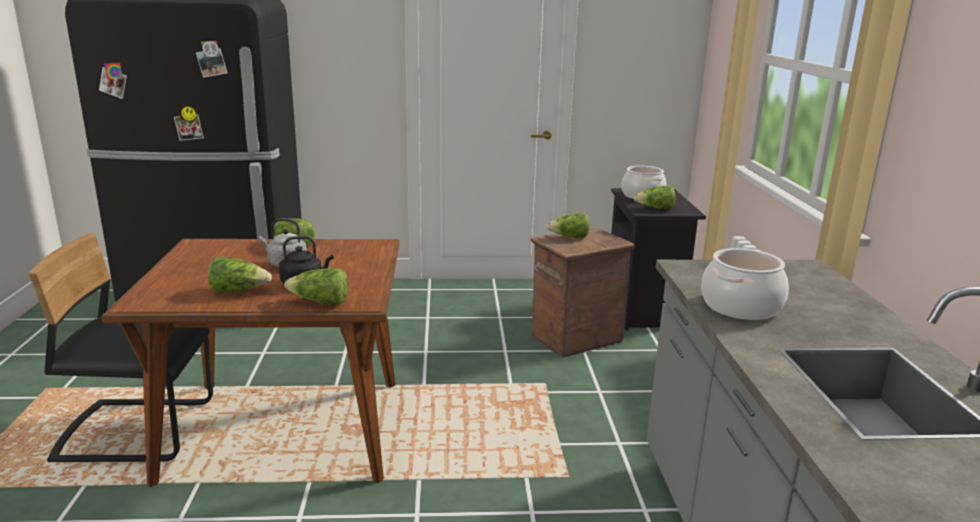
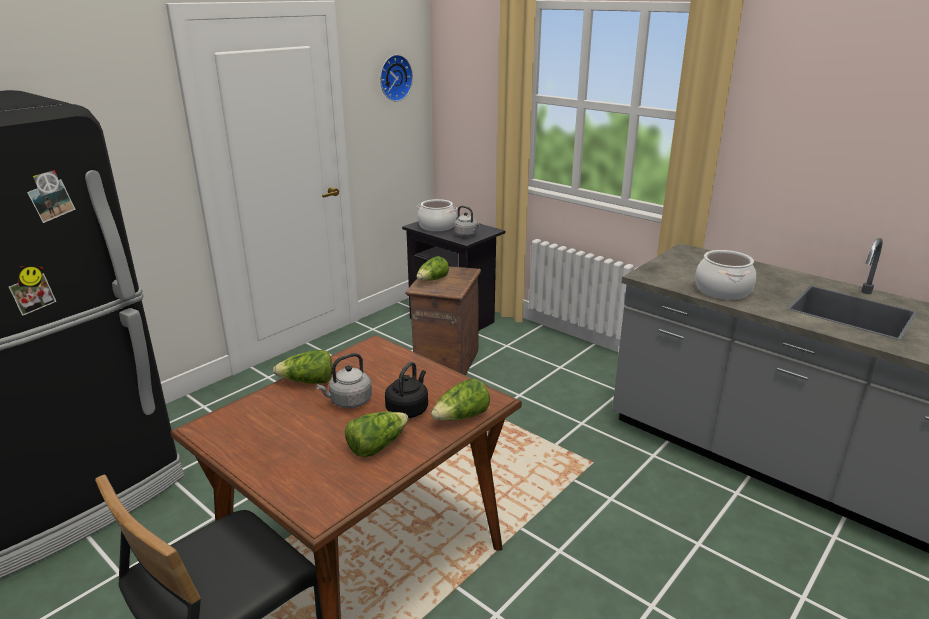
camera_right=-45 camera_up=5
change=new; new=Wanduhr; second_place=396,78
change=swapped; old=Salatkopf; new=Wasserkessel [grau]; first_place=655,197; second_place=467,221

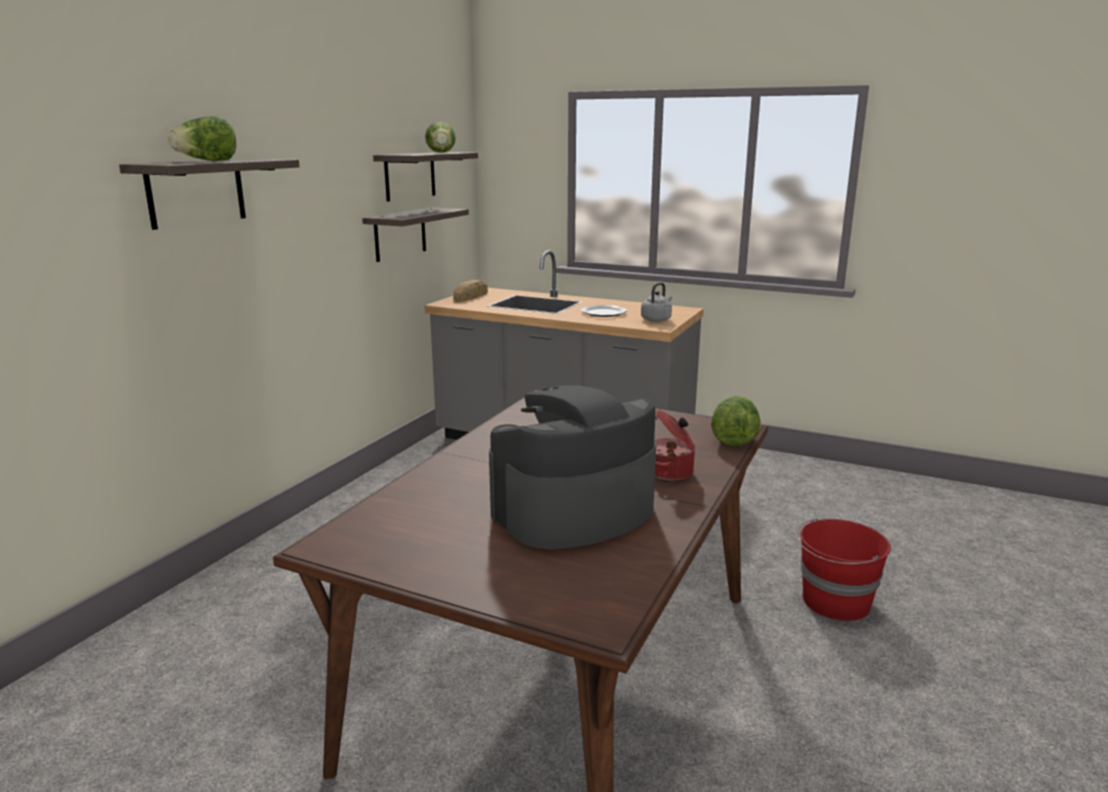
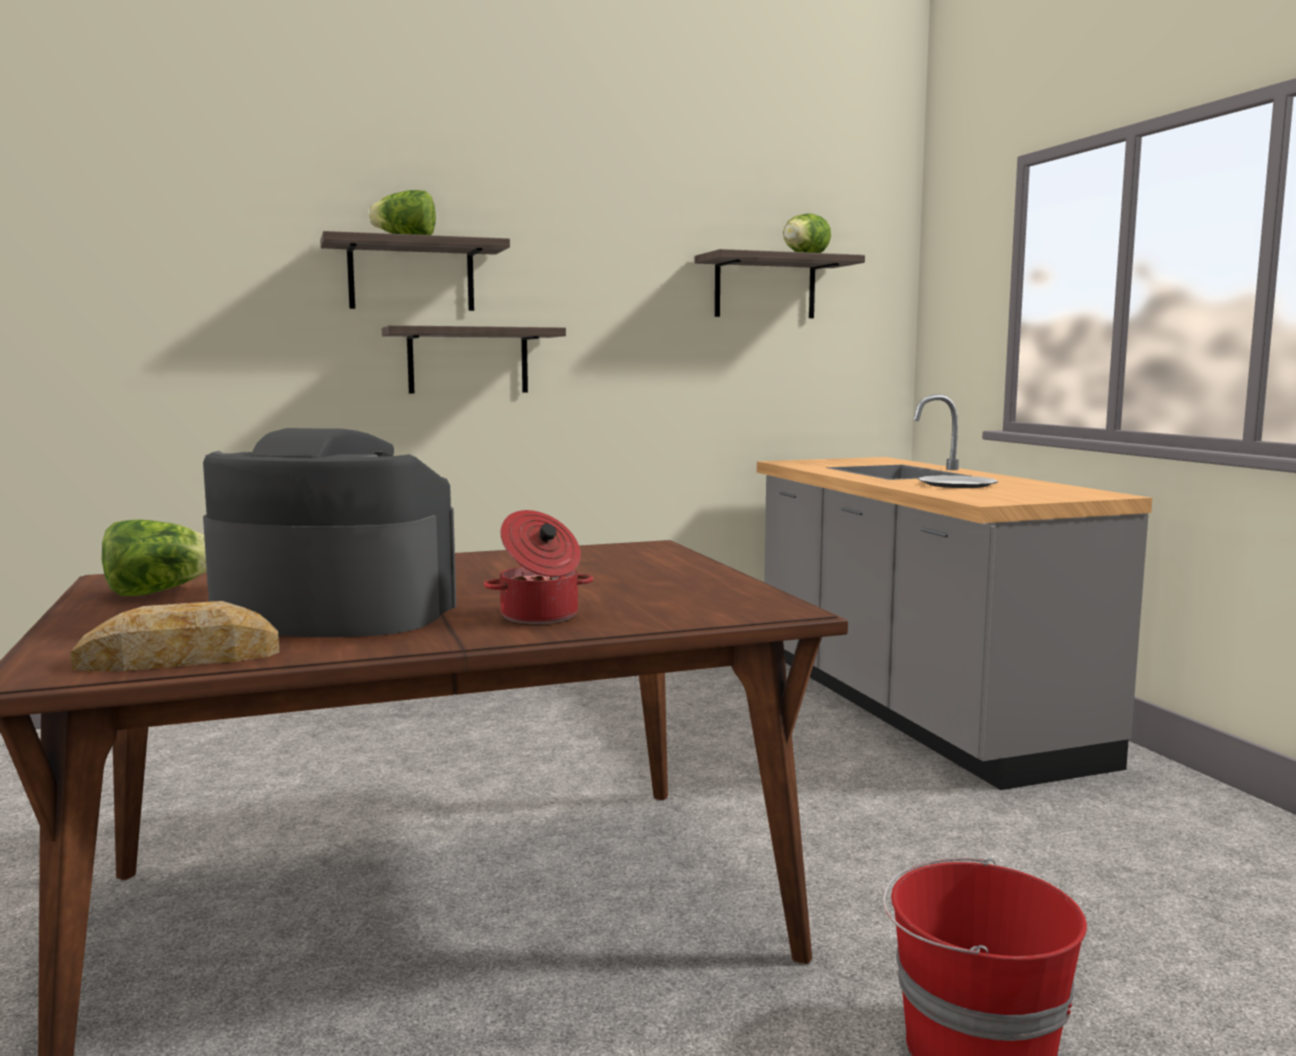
camera_right=45 camera_up=-10
change=shifted; old=Brot; first_place=470,291; second_place=174,636
change=shifted; old=Salatkopf; first_place=736,421; second_place=154,557
change=shifted; old=Wandregal; first_place=415,234; second_place=474,359
change=gone; old=Wasserkessel [grau]; first_place=656,302

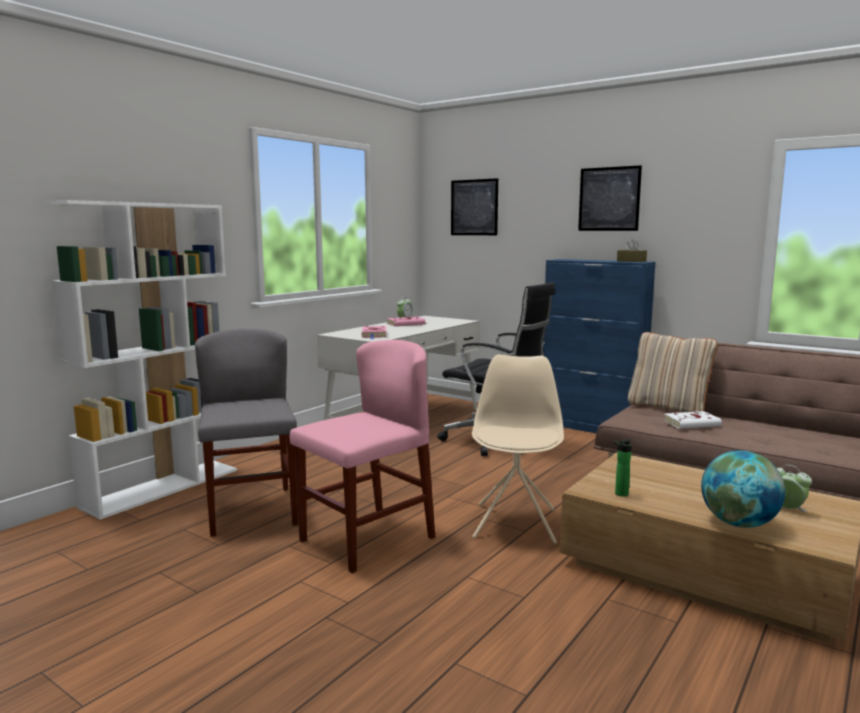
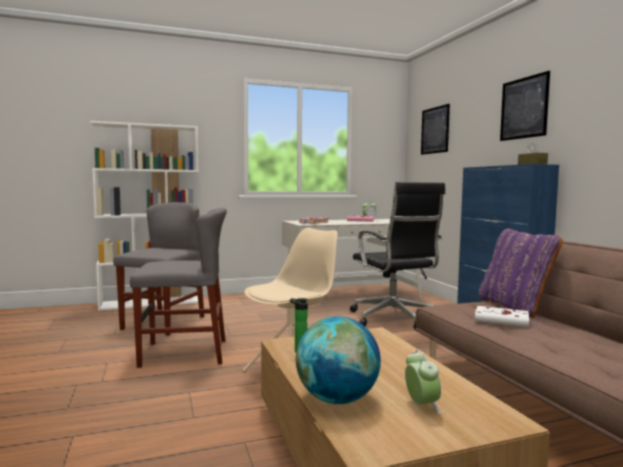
camera_right=35 camera_up=-5
change=repainted; old=Stuhl [rosa]; new=Stuhl [grau]; first_place=362,456; second_place=178,288
change=repainted; old=Kissen [beige]; new=Kissen [lila]; first_place=673,372; second_place=521,273

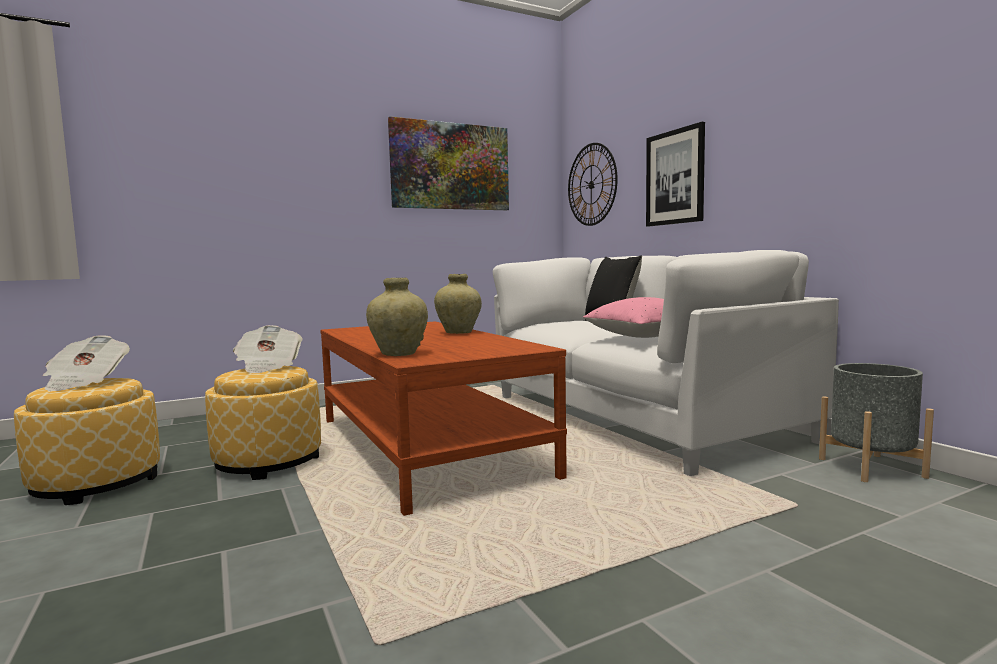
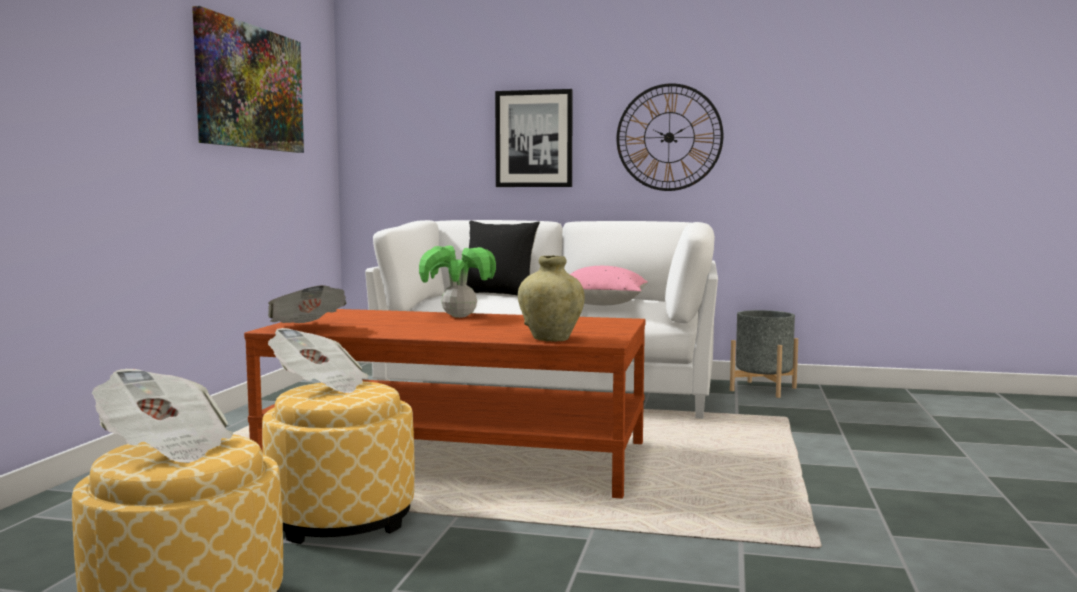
camera_right=-50 camera_up=0
change=new; new=Zeitung; second_place=307,304
change=swapped; old=Vase [beige]; new=Topfpflanze; first_place=458,304; second_place=457,281
change=shifted; old=Wanduhr; first_place=592,184; second_place=669,137

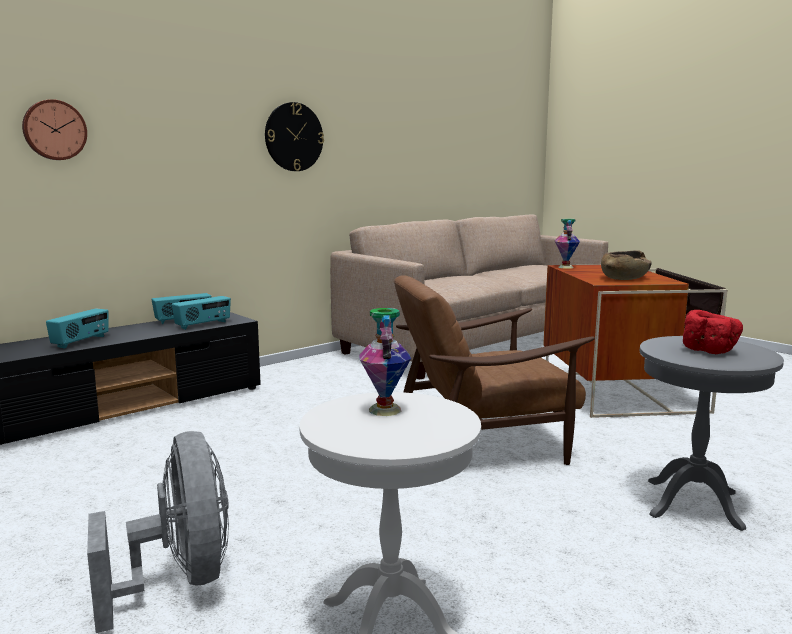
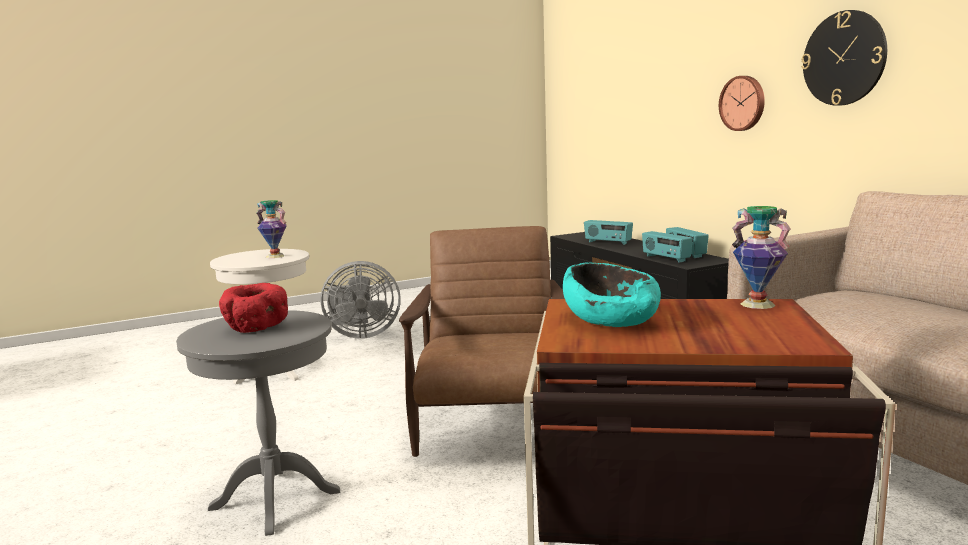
camera_right=105 camera_up=0
change=repainted; old=Schüssel [braun]; new=Schüssel [türkis]; first_place=626,265; second_place=612,294
change=shifted; old=Wanduhr; first_place=54,129; second_place=742,103

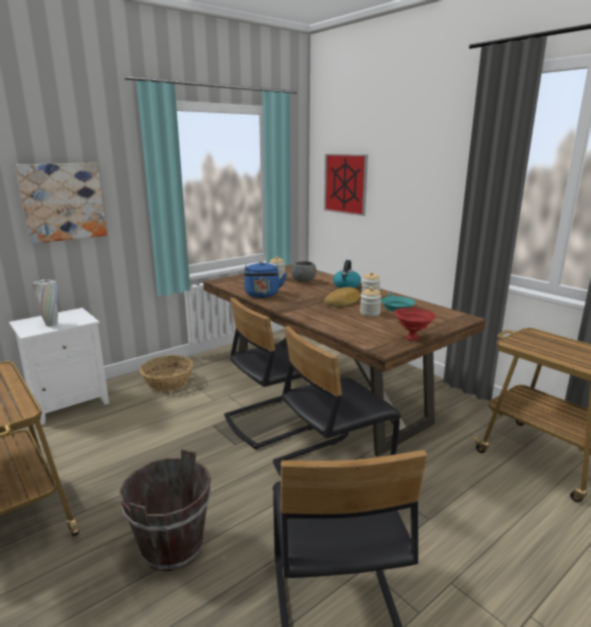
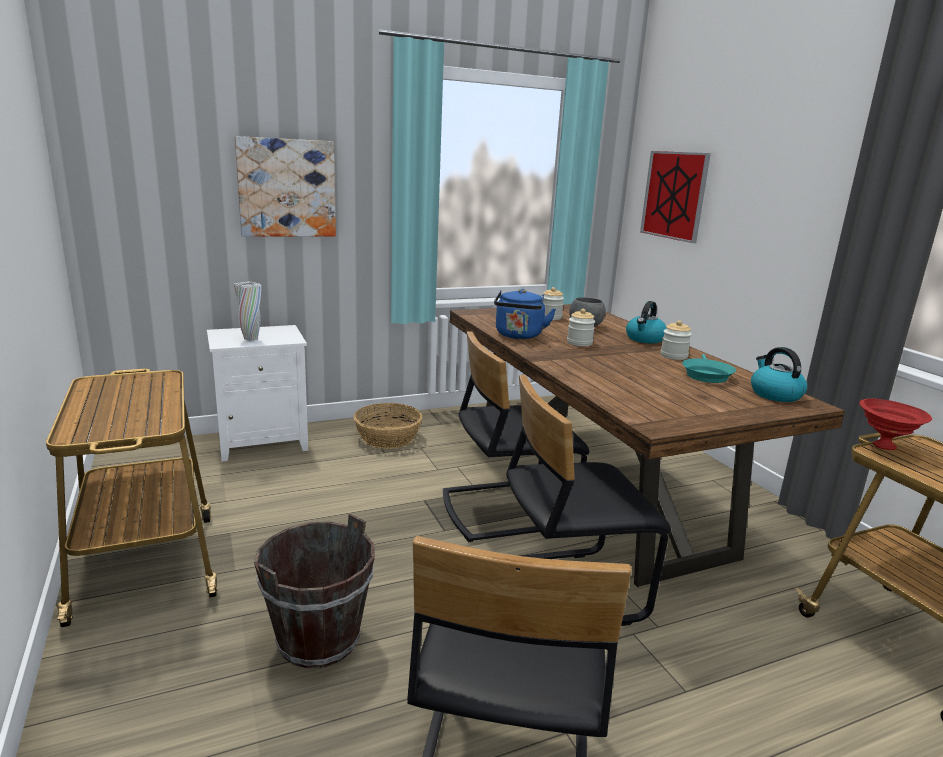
camera_right=15 camera_up=0
change=shifted; old=Vorratsglas; first_place=371,302; second_place=581,327
change=new; new=Wasserkessel; second_place=779,374
change=shifted; old=Schüssel [rot]; first_place=415,324; second_place=895,424
change=gone; old=Brot; first_place=342,296

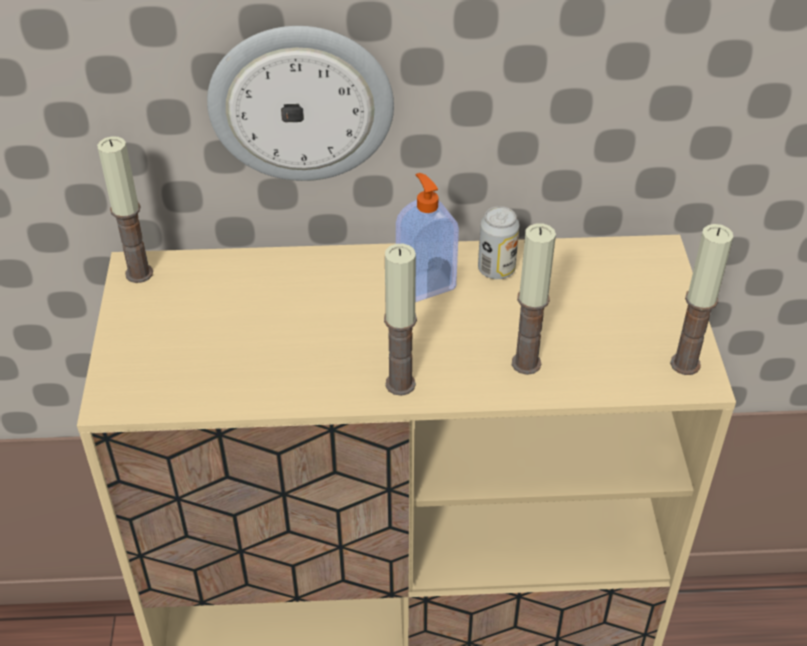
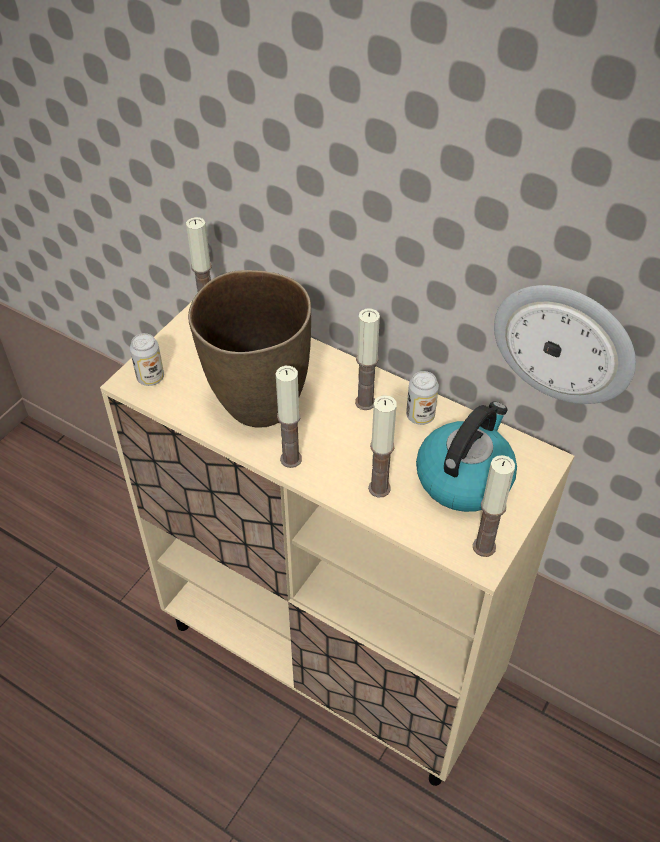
camera_right=35 camera_up=5
change=new; new=Dose; second_place=147,359
change=new; new=Vase [braun]; second_place=249,349
change=swapped; old=Seifenspender; new=Kerze; first_place=427,237; second_place=367,359
change=new; new=Wasserkessel; second_place=466,457
change=shifted; old=Wanduhr; first_place=300,103; second_place=565,344

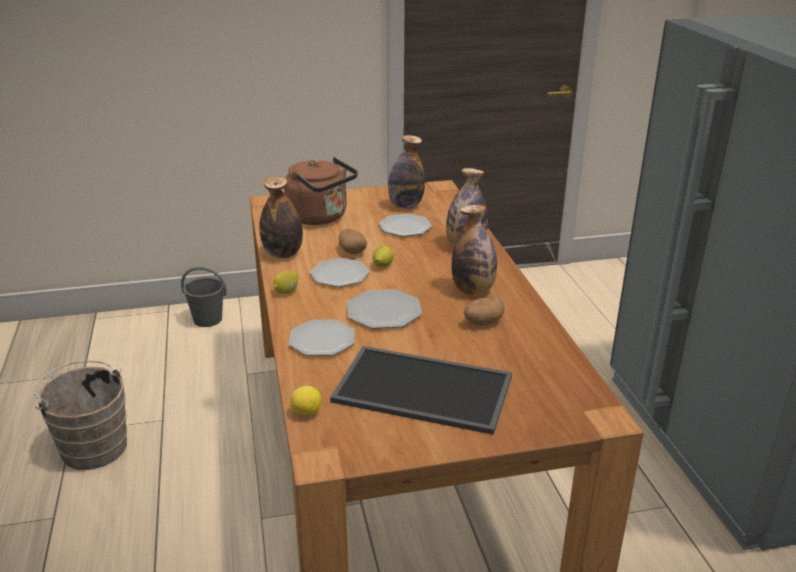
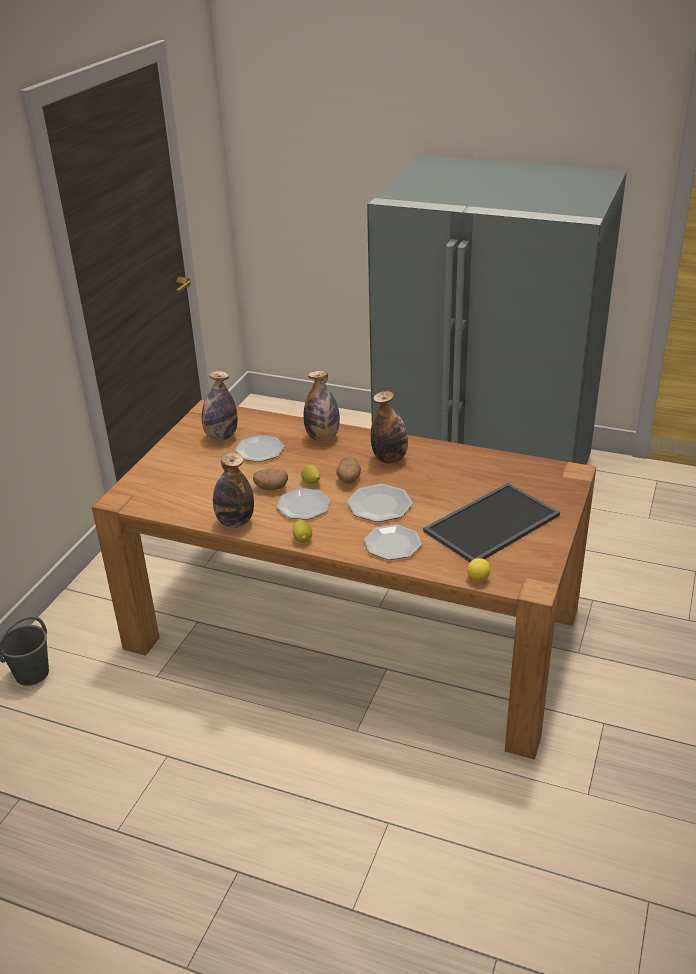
camera_right=-55 camera_up=5
change=shifted; old=Kartoffel; first_place=484,311; second_place=348,470
change=gone; old=Eimer [braun]; first_place=80,415
change=gone; old=Wasserkessel [braun]; first_place=321,191

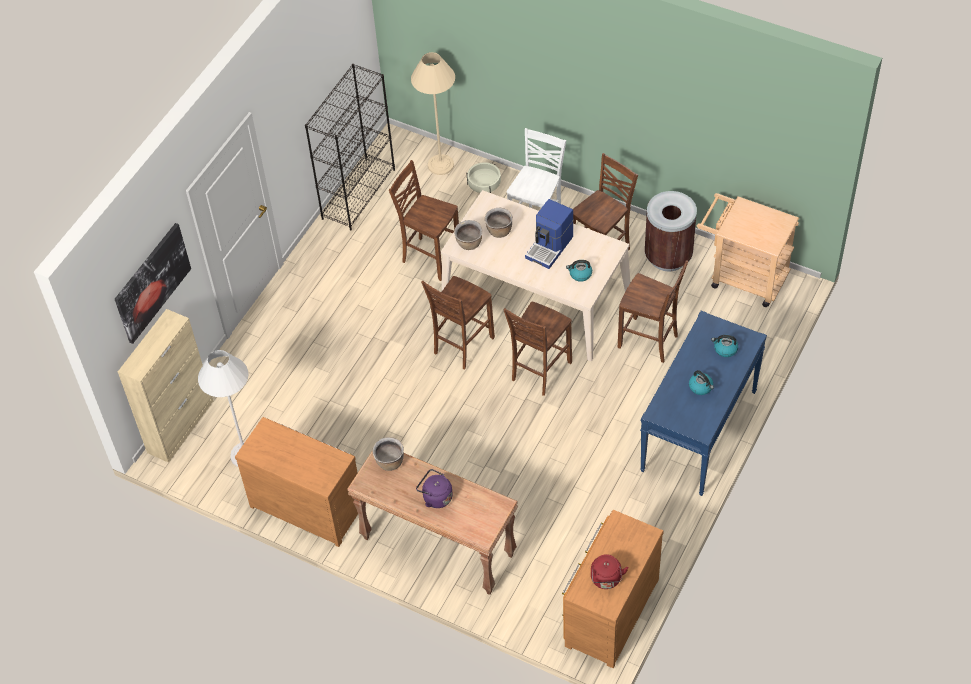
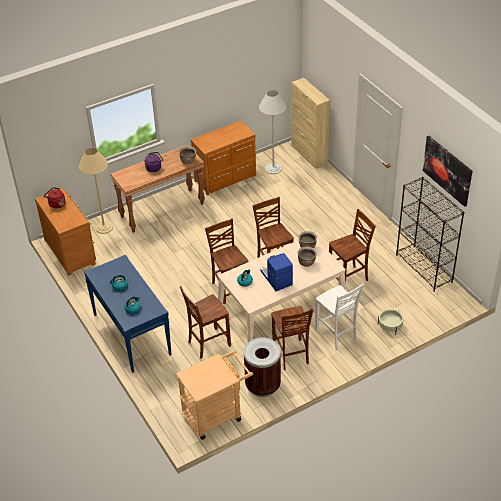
camera_right=120 camera_up=-10
change=shifted; old=Stehlampe [beige]; first_place=433,113; second_place=96,191
change=shifted; old=Bild; first_place=153,283; second_place=447,171

